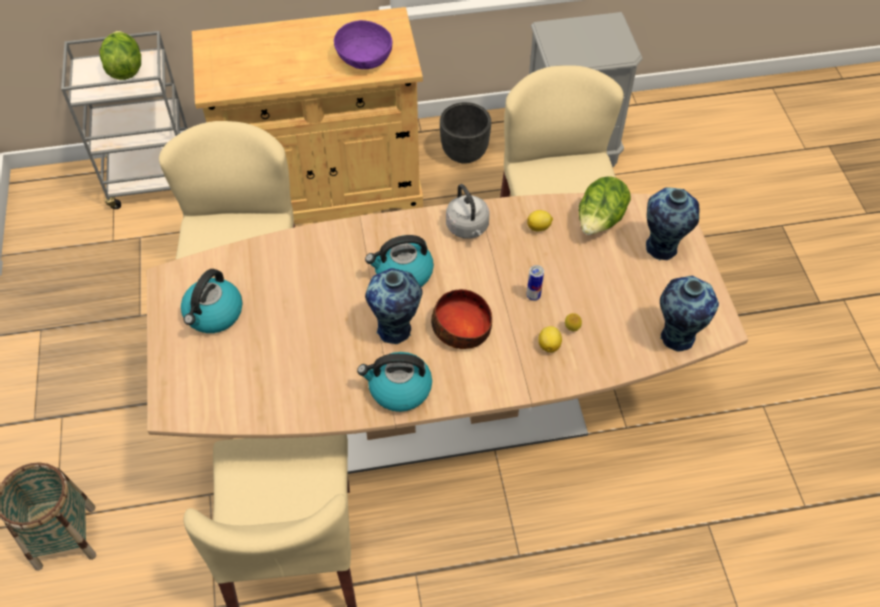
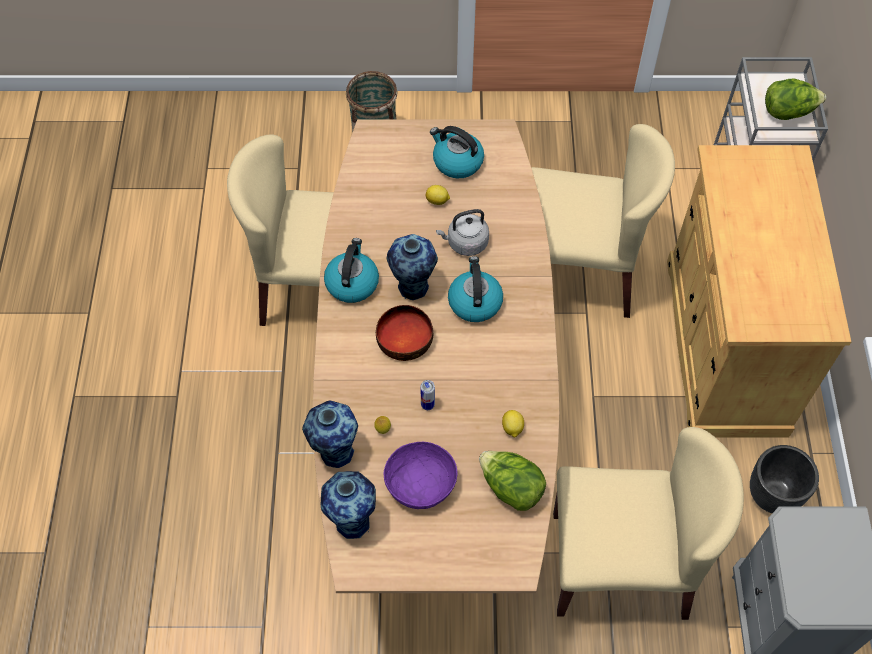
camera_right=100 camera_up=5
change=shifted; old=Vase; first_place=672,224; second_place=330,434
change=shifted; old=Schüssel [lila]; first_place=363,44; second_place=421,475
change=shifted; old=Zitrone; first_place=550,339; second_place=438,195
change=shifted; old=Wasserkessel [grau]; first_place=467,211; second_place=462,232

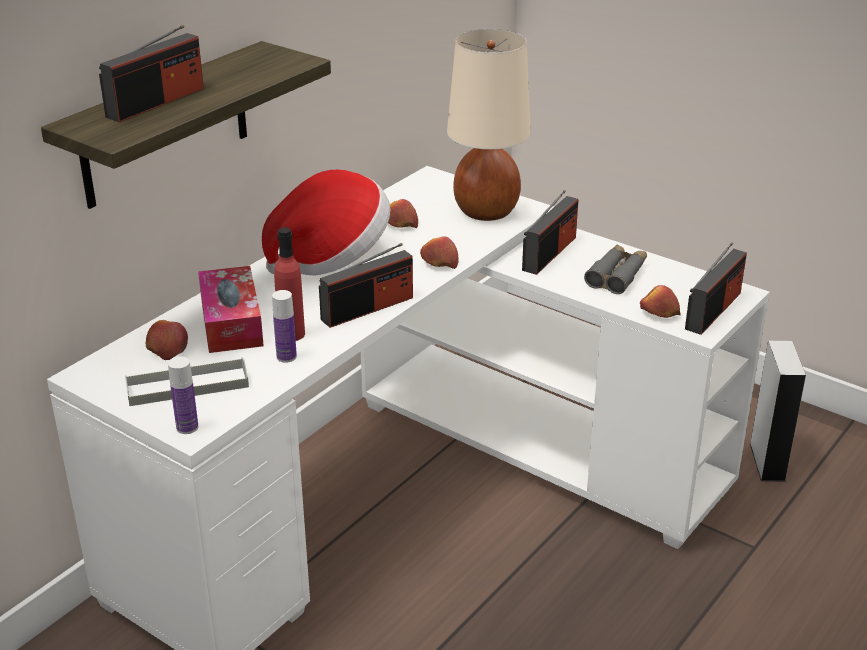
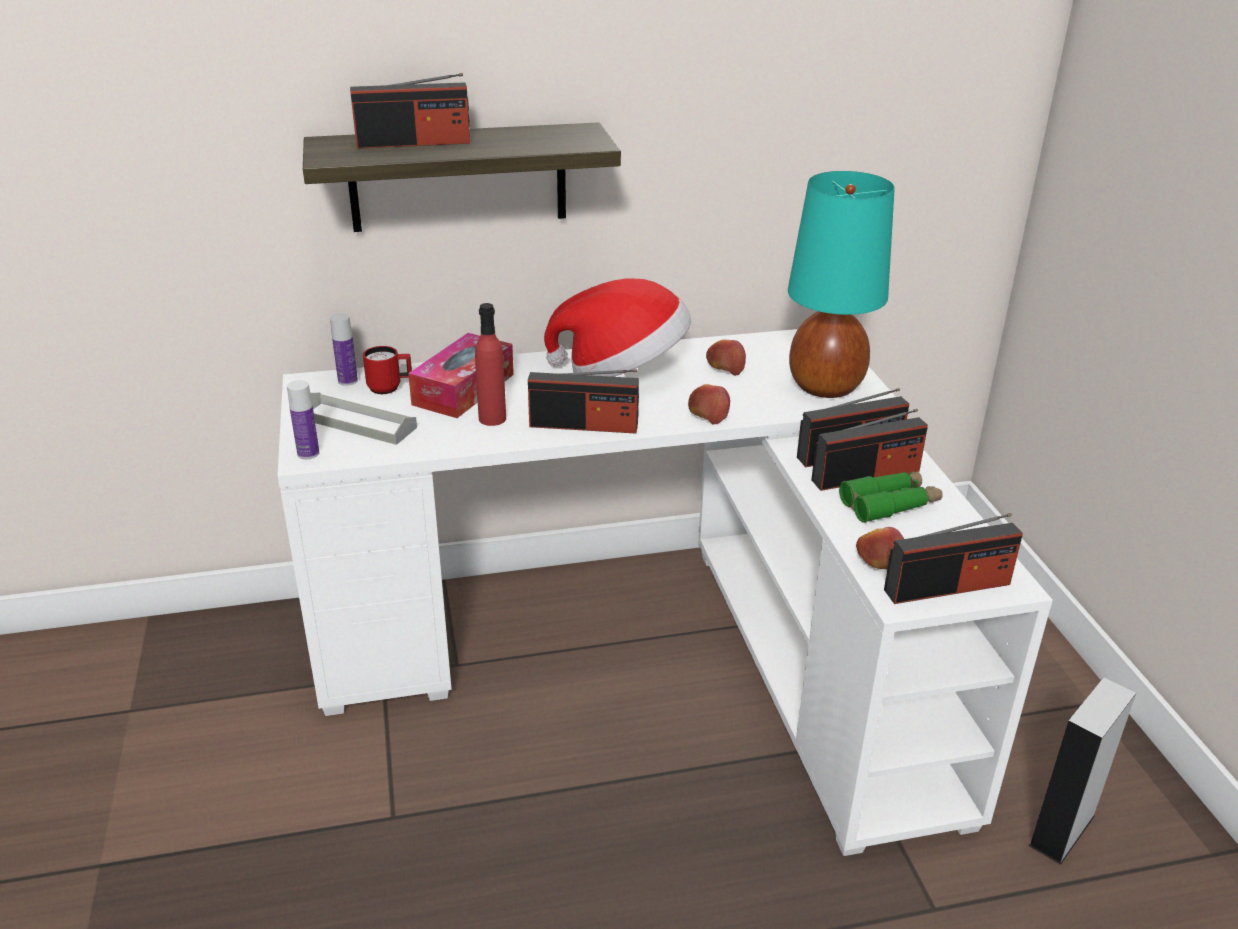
camera_right=40 camera_up=0
change=shifted; old=Flasche; first_place=284,326; second_place=344,349
change=swapped; old=Apfel; new=Henkelbecher [rot]; first_place=167,340; second_place=387,370
change=repainted; old=Tischlampe [beige]; new=Tischlampe [türkis]; first_place=489,125; second_place=841,284
change=new; new=Radio; second_place=869,450
change=repainted; old=Fernglas [grau]; new=Fernglas [grün]; first_place=615,269; second_place=891,497

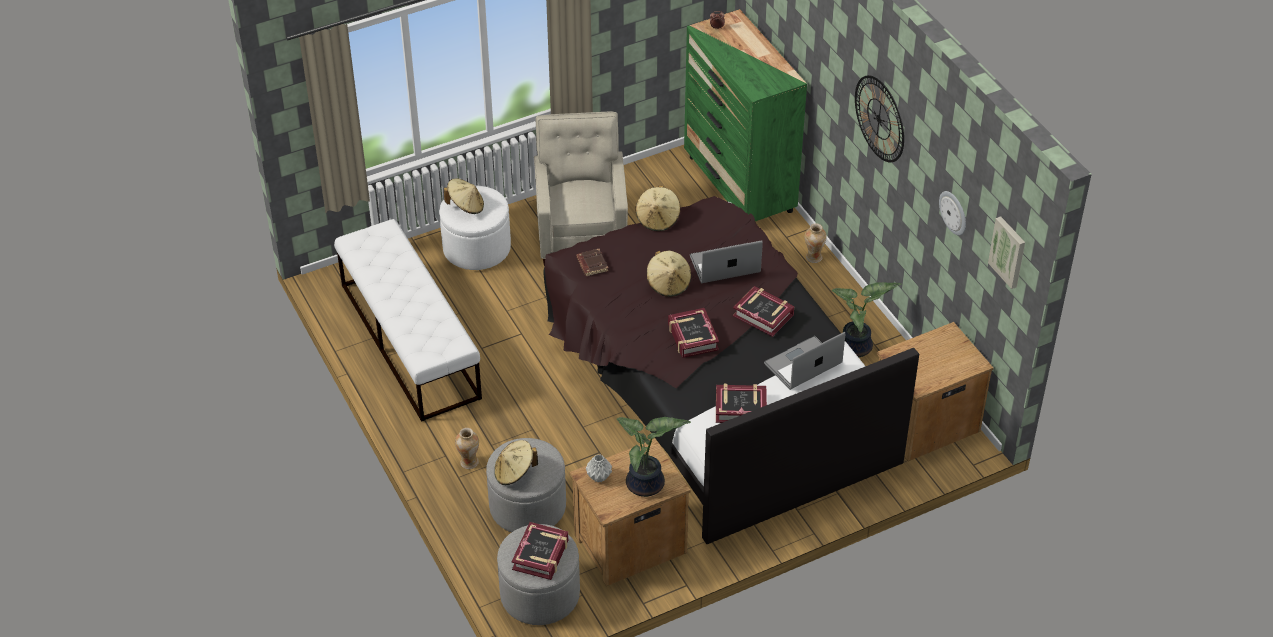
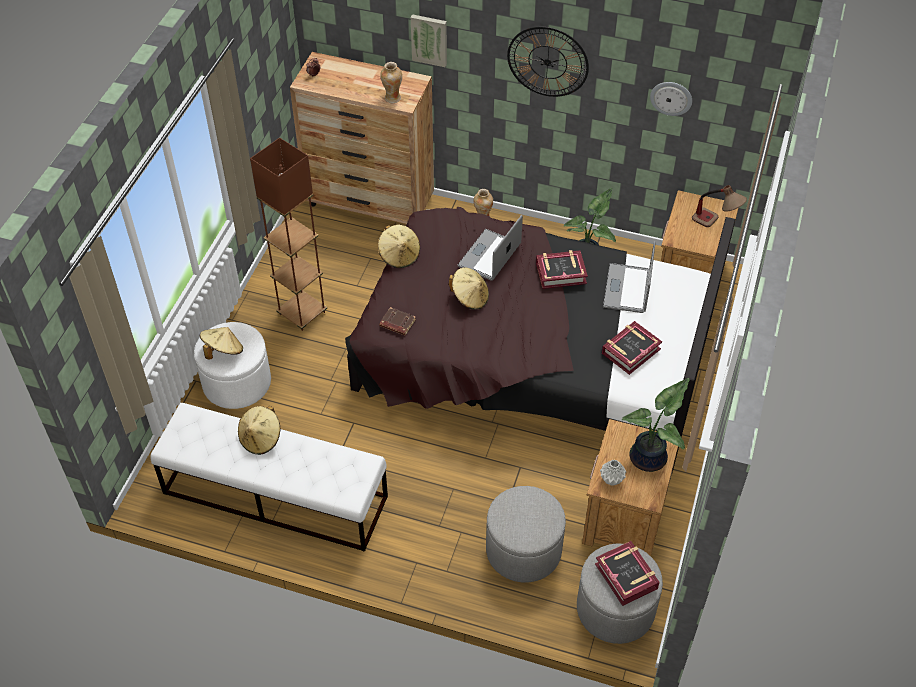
camera_right=-45 camera_up=5
change=shifted; old=Hut [beige]; first_place=516,462; second_place=259,430
change=swapped; old=Sessel [beige]; new=Stehlampe [braun]; first_place=581,188; second_place=288,234
change=repainted; old=Kommode [grün]; new=Kommode [braun]; first_place=745,115; second_place=362,138
change=shifted; old=Vase; first_place=467,448; second_place=391,82
change=shifted; old=Bild; first_place=1006,252; second_place=429,40
change=new; new=Tischlampe; second_place=719,206
change=gone; old=Buch; first_place=693,333

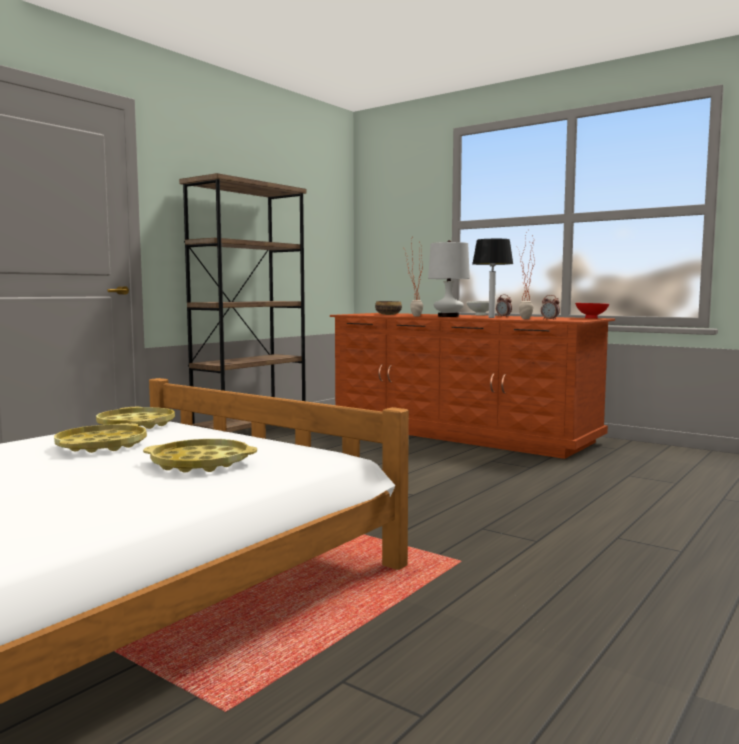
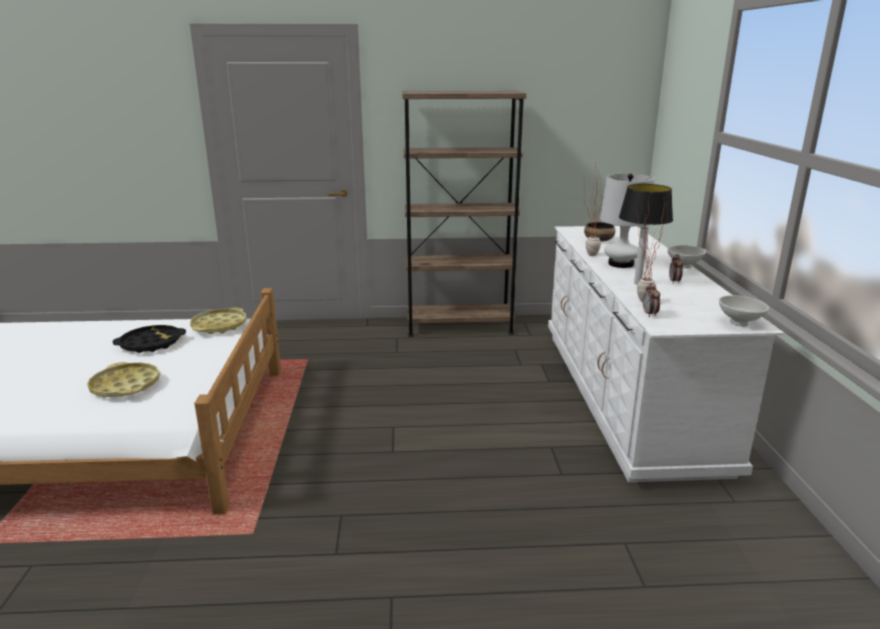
camera_right=50 camera_up=15
change=repainted; old=Tablett [gelb]; new=Tablett [schwarz]; first_place=100,438; second_place=149,339
change=repainted; old=Kommode [braun]; new=Kommode [weiß]; first_place=472,386; second_place=666,354
change=repainted; old=Schüssel [rot]; new=Schüssel [weiß]; first_place=592,311; second_place=744,311

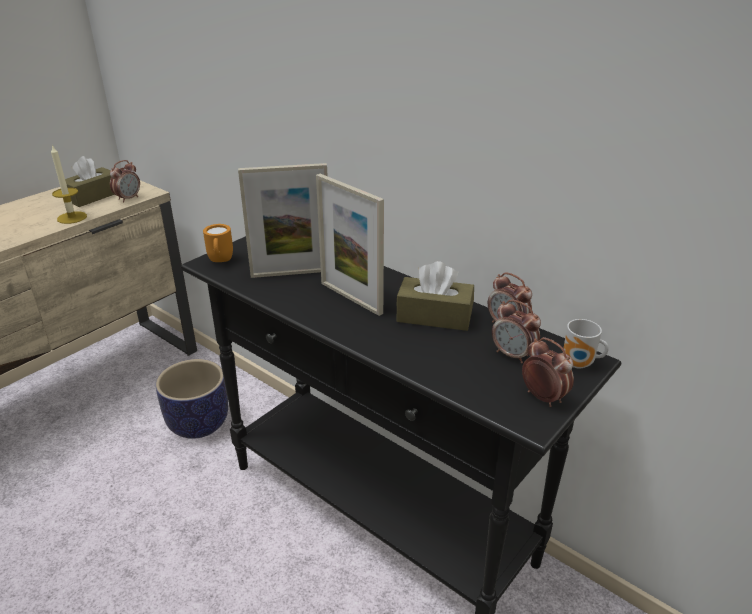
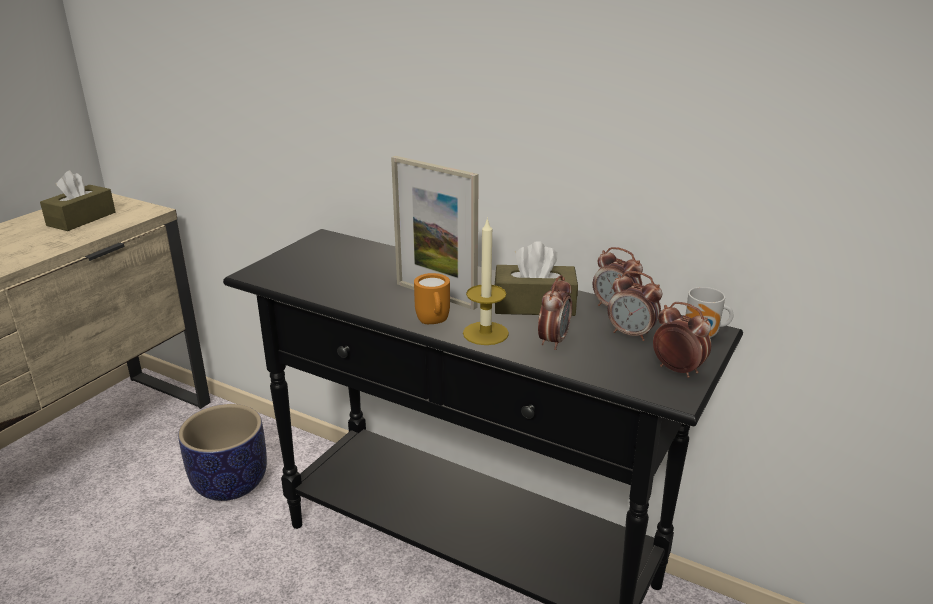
camera_right=-10 camera_up=-5
change=shifted; old=Henkelbecher [orange]; first_place=218,243; second_place=432,298
change=shifted; old=Kerze; first_place=69,184; second_place=486,281
change=shifted; old=Wecker; first_place=125,181; second_place=555,312
change=gone; old=Bilderrahmen; first_place=282,220

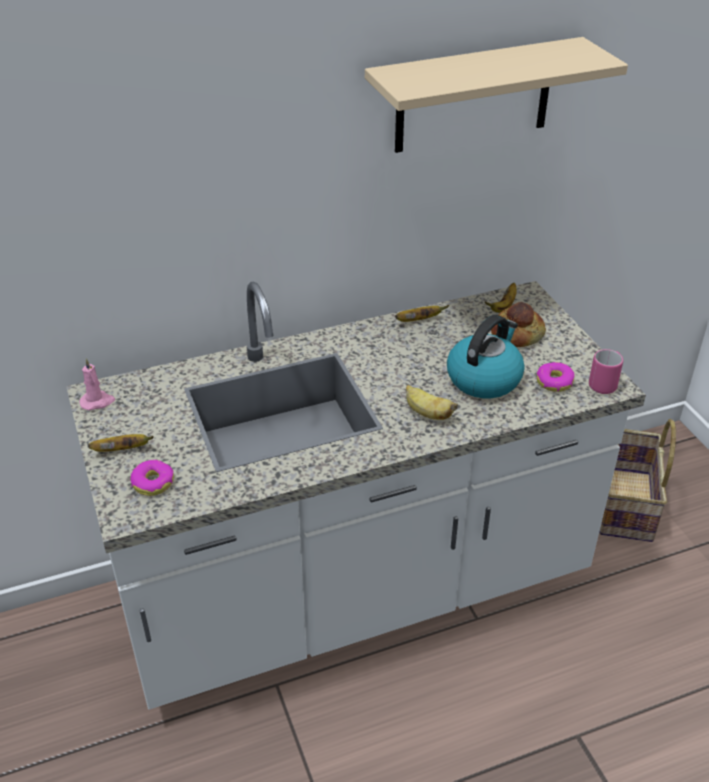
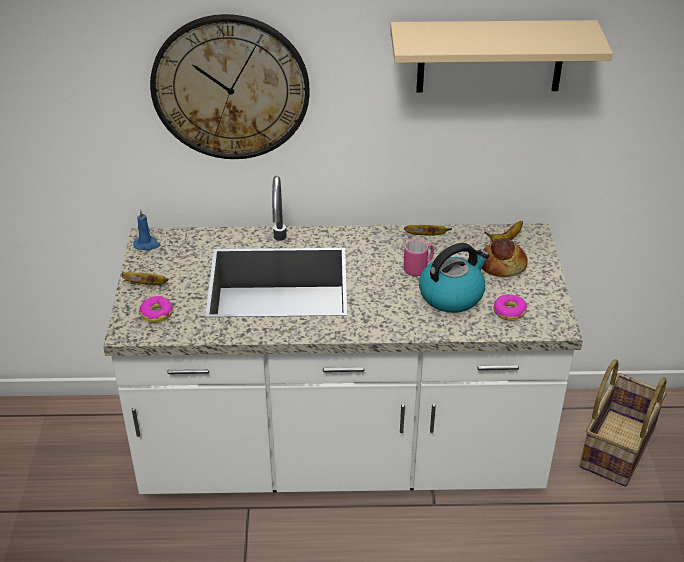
camera_right=20 camera_up=0
change=repainted; old=Kerze [rosa]; new=Kerze [blau]; first_place=97,384; second_place=147,229
change=new; new=Wanduhr; second_place=229,86
change=shifted; old=Henkelbecher [rosa]; first_place=606,371; second_place=418,257
change=gone; old=Banane; first_place=432,402

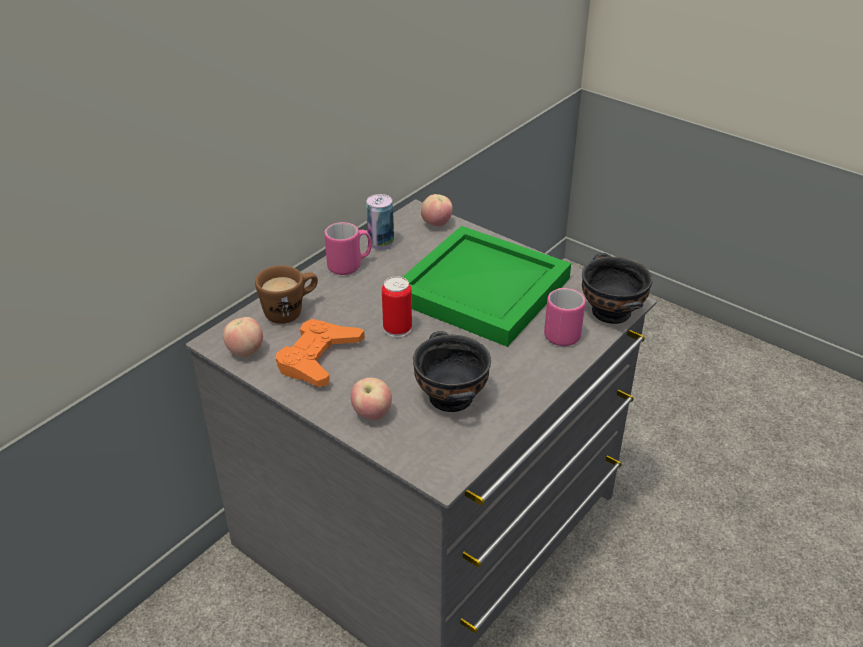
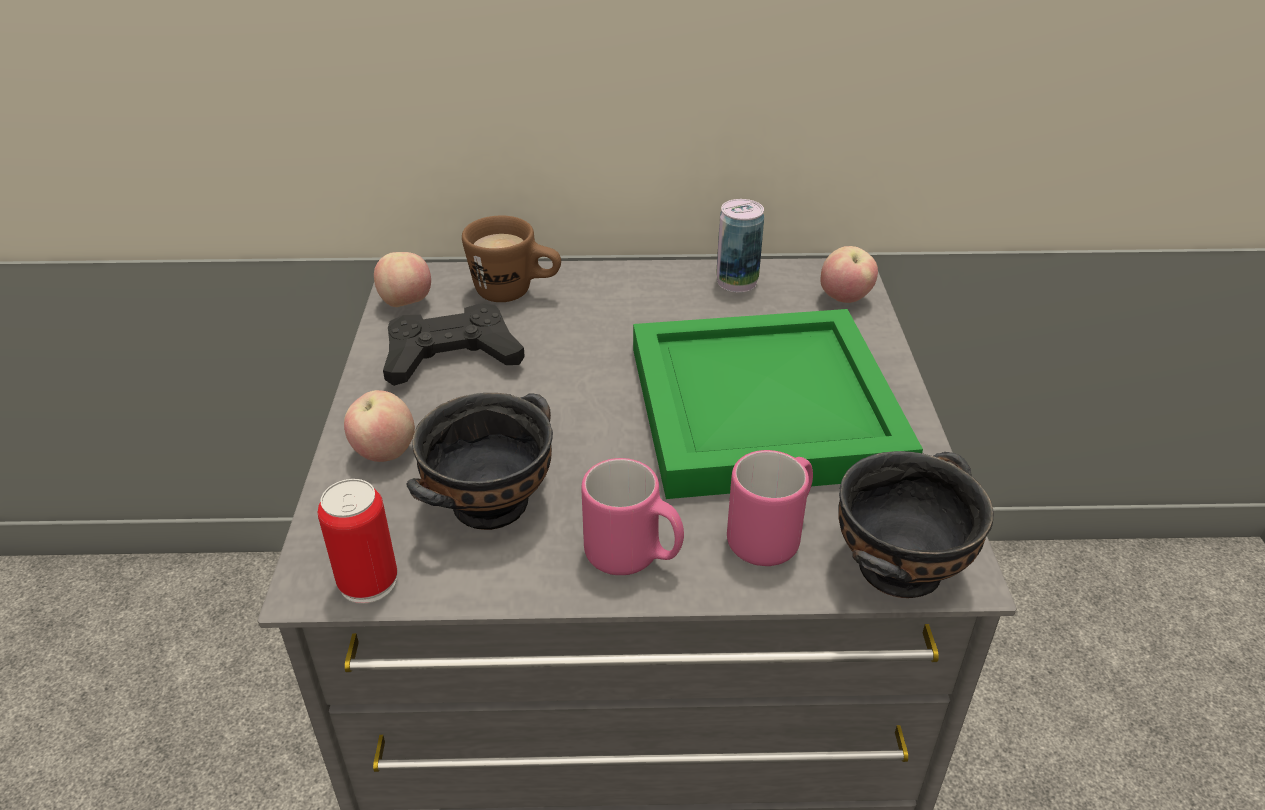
camera_right=50 camera_up=0
change=shifted; old=Dose; first_place=397,307; second_place=357,541
change=repainted; old=Gamepad [orange]; new=Gamepad [schwarz]; first_place=320,353; second_place=454,344
change=shifted; old=Henkelbecher [rosa]; first_place=348,248; second_place=632,516

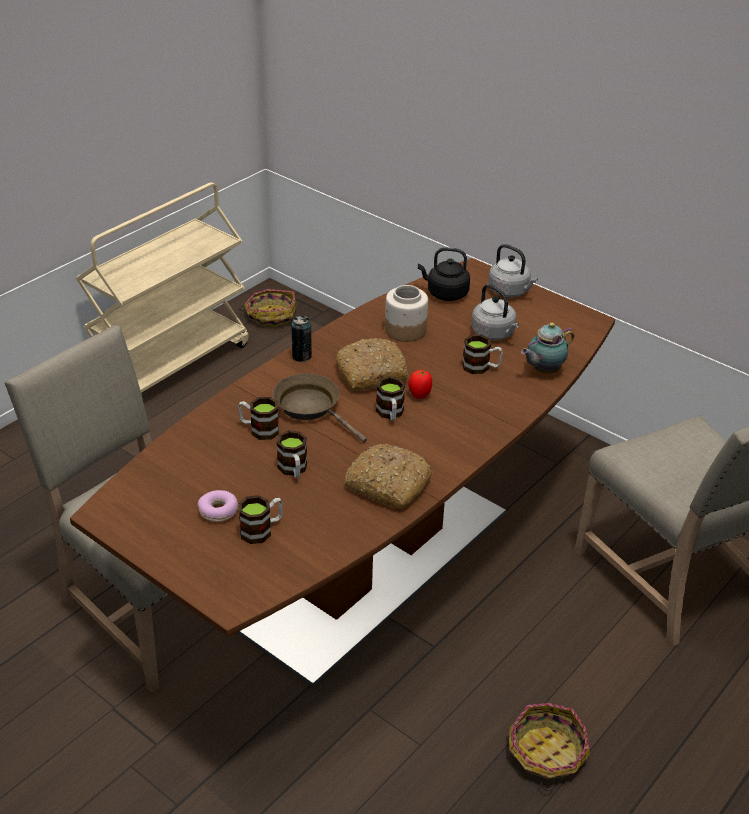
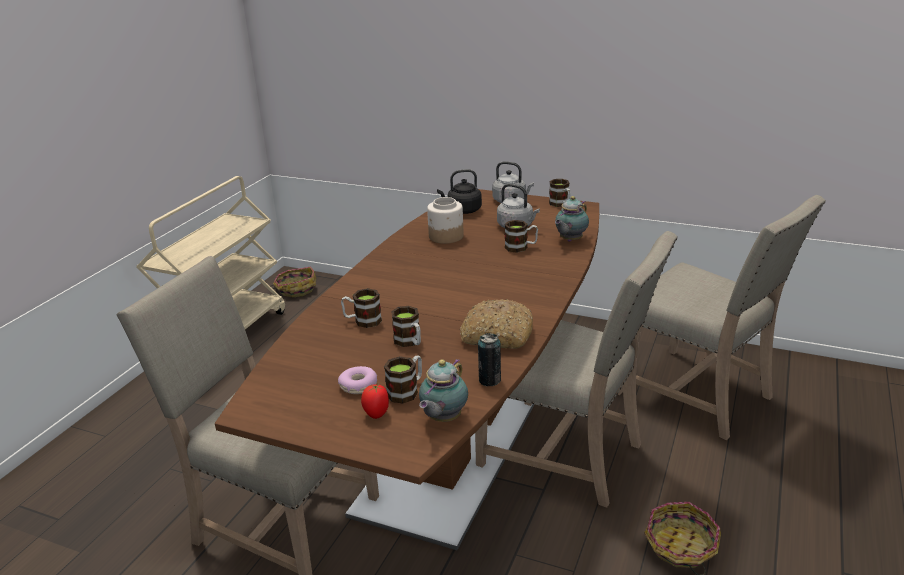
camera_right=-15 camera_up=-10
change=shifted; old=Tomate; first_place=420,384; second_place=375,401
change=new; new=Teekanne; second_place=443,390
change=new; new=Stuhl [beige]; second_place=576,369
change=shifted; old=Dose; first_place=301,339; second_place=489,359
change=shifted; old=Henkelbecher; first_place=390,398; second_place=560,193
change=gone; old=Pfanne [braun]; first_place=320,408
change=gone; old=Brot; first_place=372,364

